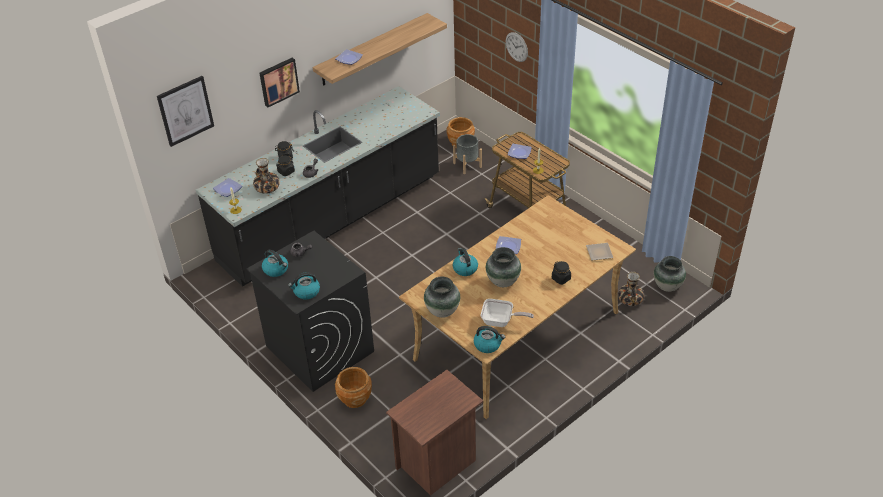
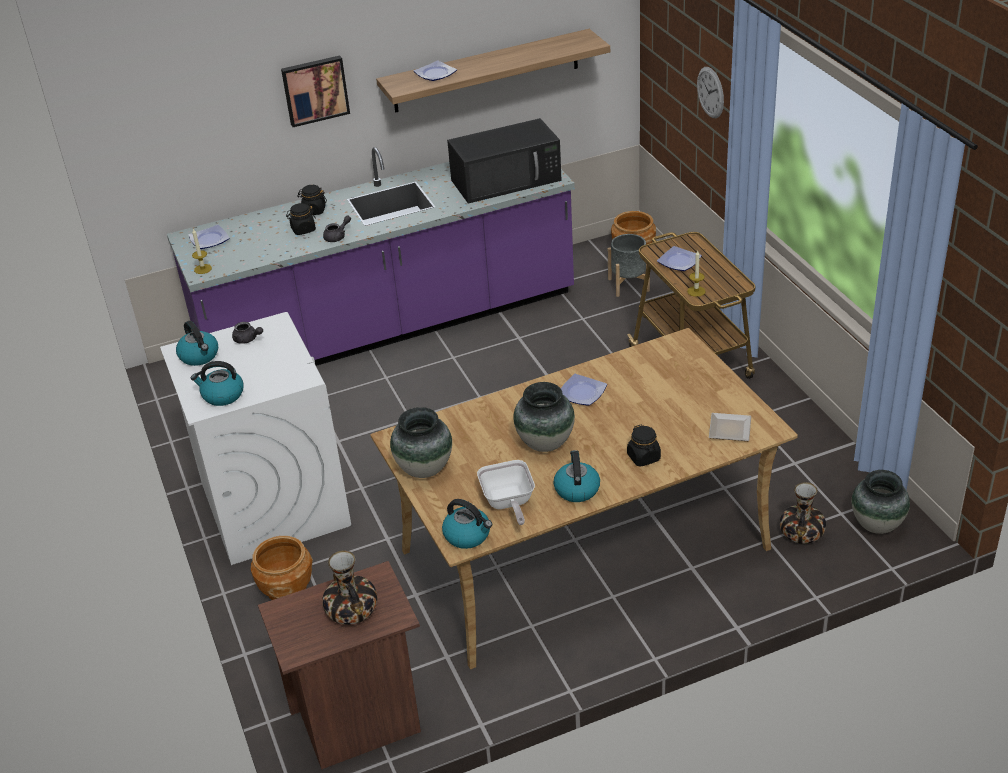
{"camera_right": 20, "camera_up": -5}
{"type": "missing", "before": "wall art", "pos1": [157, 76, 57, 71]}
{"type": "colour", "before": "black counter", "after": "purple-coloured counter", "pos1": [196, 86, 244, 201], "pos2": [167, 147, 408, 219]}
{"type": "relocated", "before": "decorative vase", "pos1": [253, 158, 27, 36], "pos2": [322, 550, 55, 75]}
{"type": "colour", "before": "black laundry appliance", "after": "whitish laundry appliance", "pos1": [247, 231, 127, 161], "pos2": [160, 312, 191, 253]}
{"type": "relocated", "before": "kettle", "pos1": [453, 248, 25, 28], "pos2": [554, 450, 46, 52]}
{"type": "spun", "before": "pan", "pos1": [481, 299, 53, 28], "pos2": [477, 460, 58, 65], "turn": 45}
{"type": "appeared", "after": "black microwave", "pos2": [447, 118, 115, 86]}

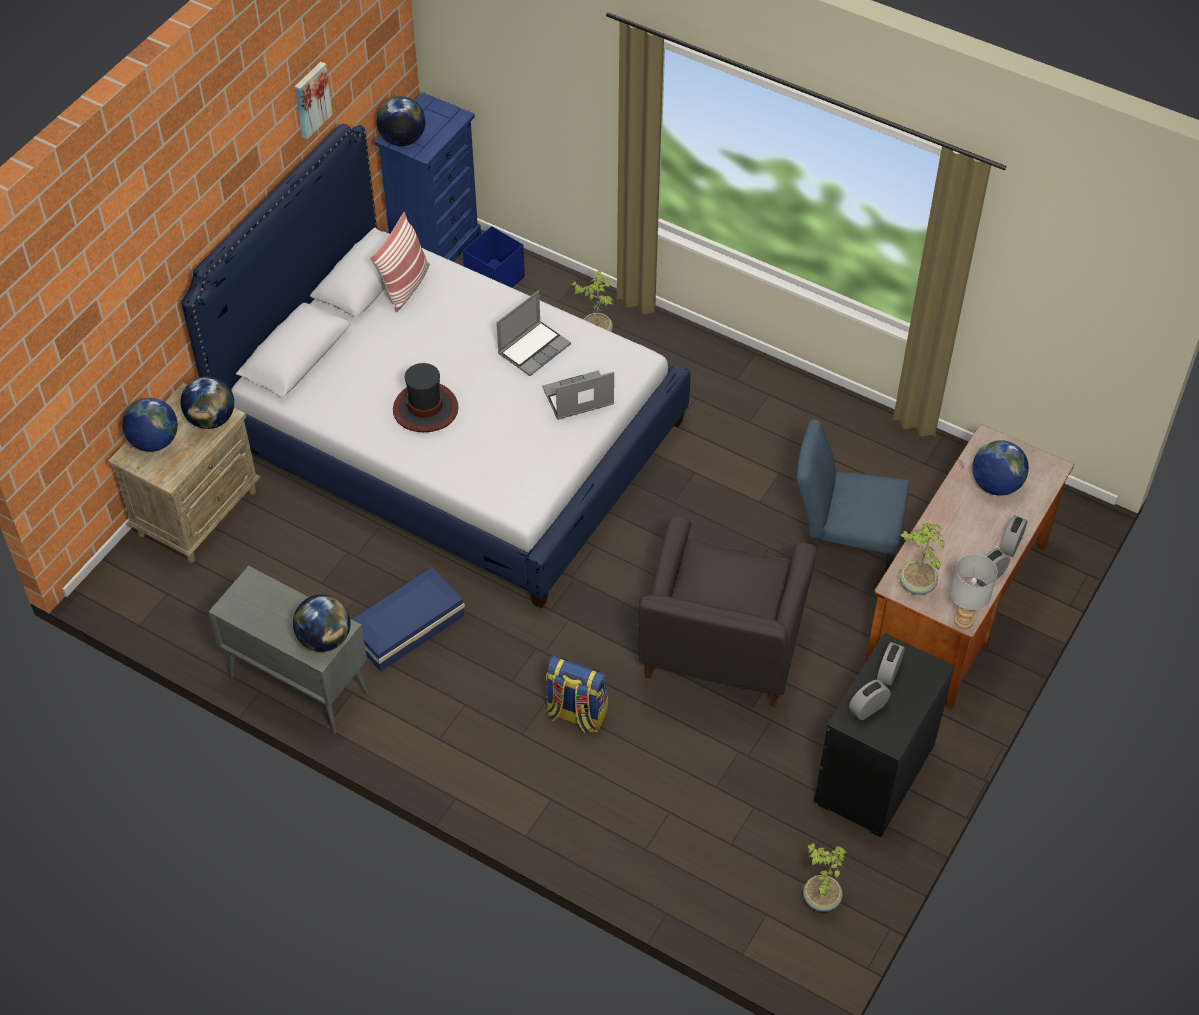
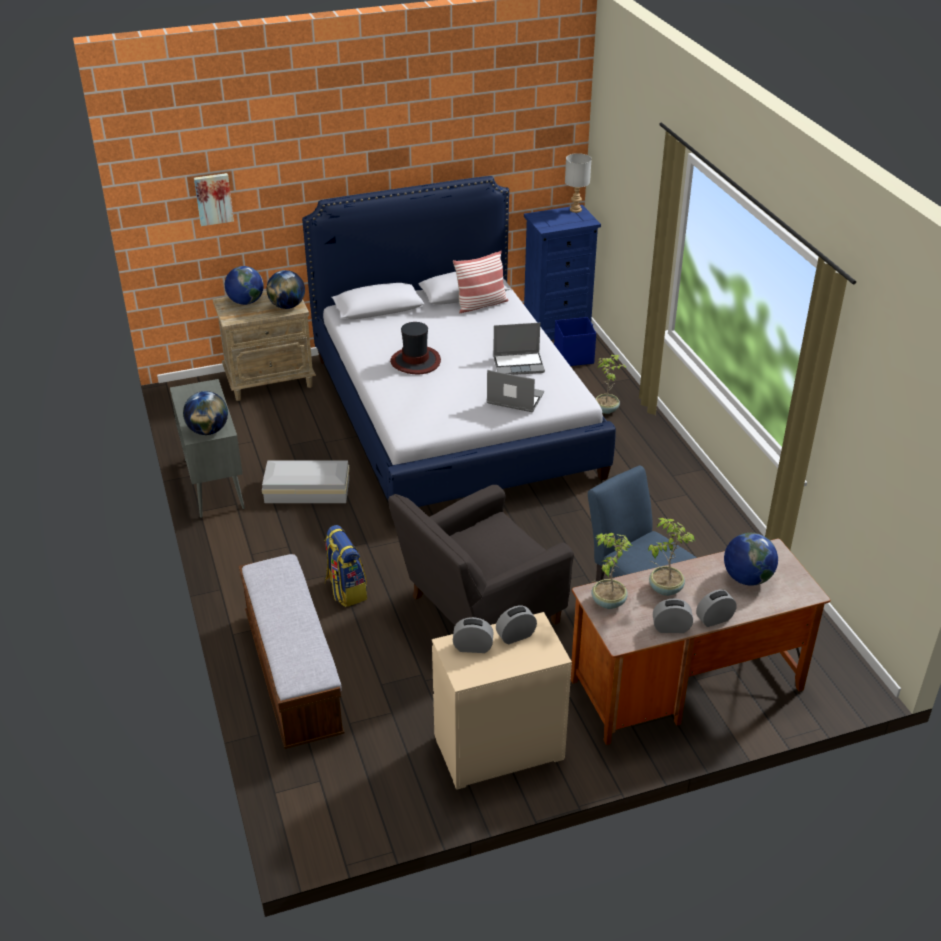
{"camera_right": 40, "camera_up": -15}
{"type": "relocated", "before": "wall art", "pos1": [295, 62, 38, 77], "pos2": [194, 173, 40, 53]}
{"type": "missing", "before": "world globe", "pos1": [376, 96, 49, 50]}
{"type": "relocated", "before": "greyish lamp for a table", "pos1": [950, 554, 47, 75], "pos2": [565, 153, 27, 60]}
{"type": "colour", "before": "blue storage container", "after": "whitish storage container", "pos1": [352, 567, 113, 105], "pos2": [262, 460, 88, 43]}
{"type": "colour", "before": "black chest of drawers", "after": "beige-coloured chest of drawers", "pos1": [814, 633, 141, 204], "pos2": [432, 612, 140, 178]}
{"type": "relocated", "before": "plant in a pot", "pos1": [803, 842, 44, 70], "pos2": [648, 518, 48, 78]}
{"type": "appeared", "after": "indoor bench", "pos2": [239, 554, 106, 195]}

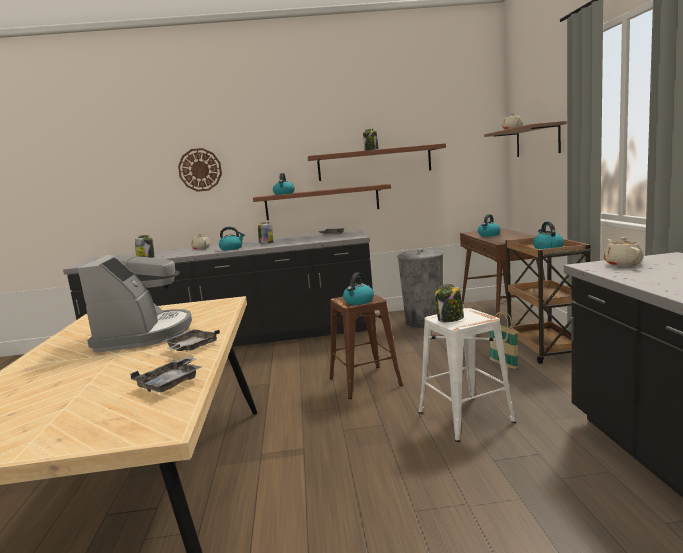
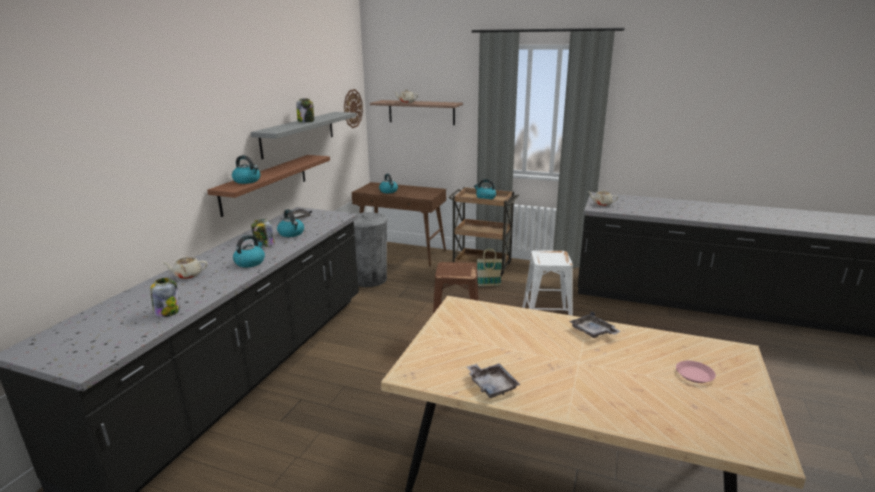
{"camera_right": -65, "camera_up": 10}
{"type": "colour", "before": "brown-coloured bracket shelf", "after": "greyish bracket shelf", "pos1": [308, 143, 138, 38], "pos2": [250, 112, 106, 47]}
{"type": "relocated", "before": "wall clock", "pos1": [178, 148, 44, 44], "pos2": [344, 89, 19, 39]}
{"type": "missing", "before": "coffee maker", "pos1": [78, 255, 114, 98]}
{"type": "relocated", "before": "kettle", "pos1": [343, 273, 31, 32], "pos2": [277, 209, 27, 28]}
{"type": "missing", "before": "storage jar", "pos1": [435, 284, 29, 38]}
{"type": "relocated", "before": "greyish tray", "pos1": [130, 356, 71, 36], "pos2": [467, 363, 54, 35]}
{"type": "appeared", "after": "pink-coloured plate", "pos2": [676, 361, 40, 22]}

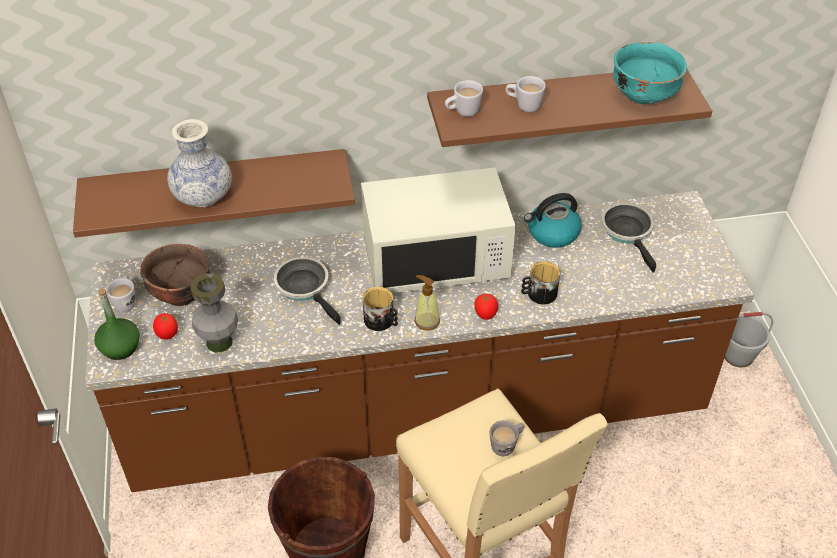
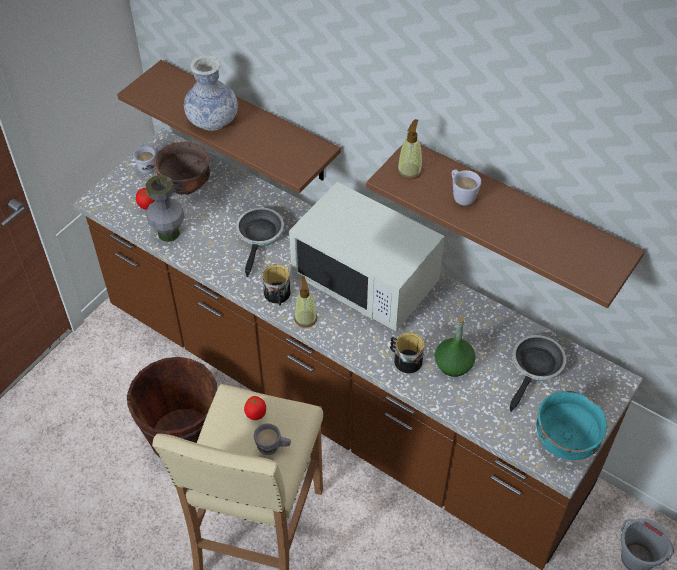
{"camera_right": 45, "camera_up": 5}
{"type": "relocated", "before": "turquoise-coloured serving bowl", "pos1": [613, 42, 74, 62], "pos2": [537, 391, 70, 69]}
{"type": "exchanged", "before": "whitish coffee mug", "after": "soap bottle", "pos1": [445, 80, 38, 37], "pos2": [397, 119, 25, 61]}
{"type": "missing", "before": "kettle", "pos1": [524, 193, 58, 55]}
{"type": "relocated", "before": "greenish bottle", "pos1": [94, 288, 46, 72], "pos2": [435, 316, 41, 61]}
{"type": "relocated", "before": "whole tomato", "pos1": [474, 294, 24, 26], "pos2": [244, 396, 22, 24]}

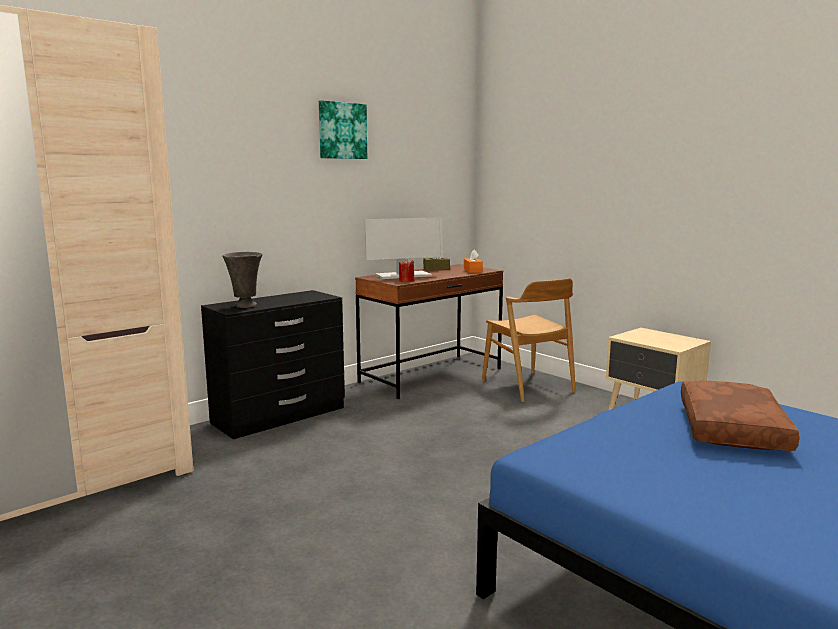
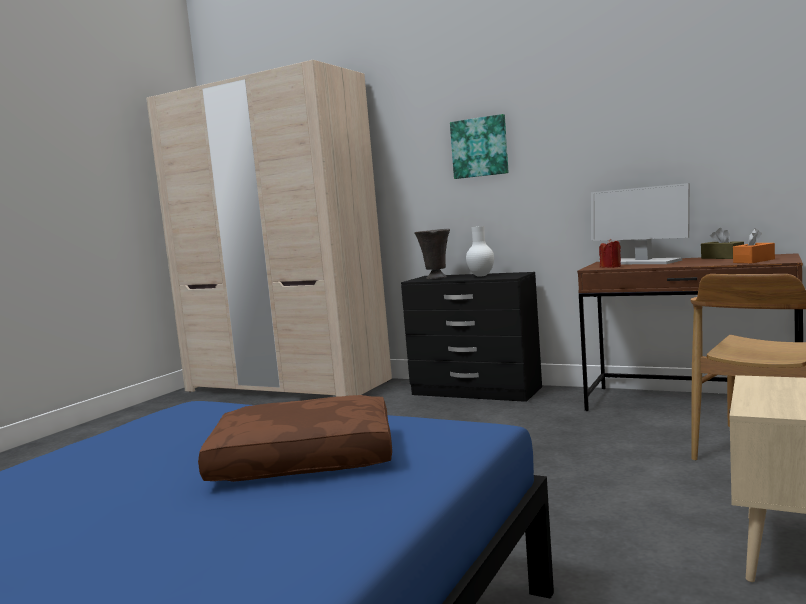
{"camera_right": 70, "camera_up": -5}
{"type": "relocated", "before": "wall art", "pos1": [319, 100, 48, 59], "pos2": [450, 114, 59, 65]}
{"type": "appeared", "after": "whitish decorative vase", "pos2": [466, 226, 28, 51]}

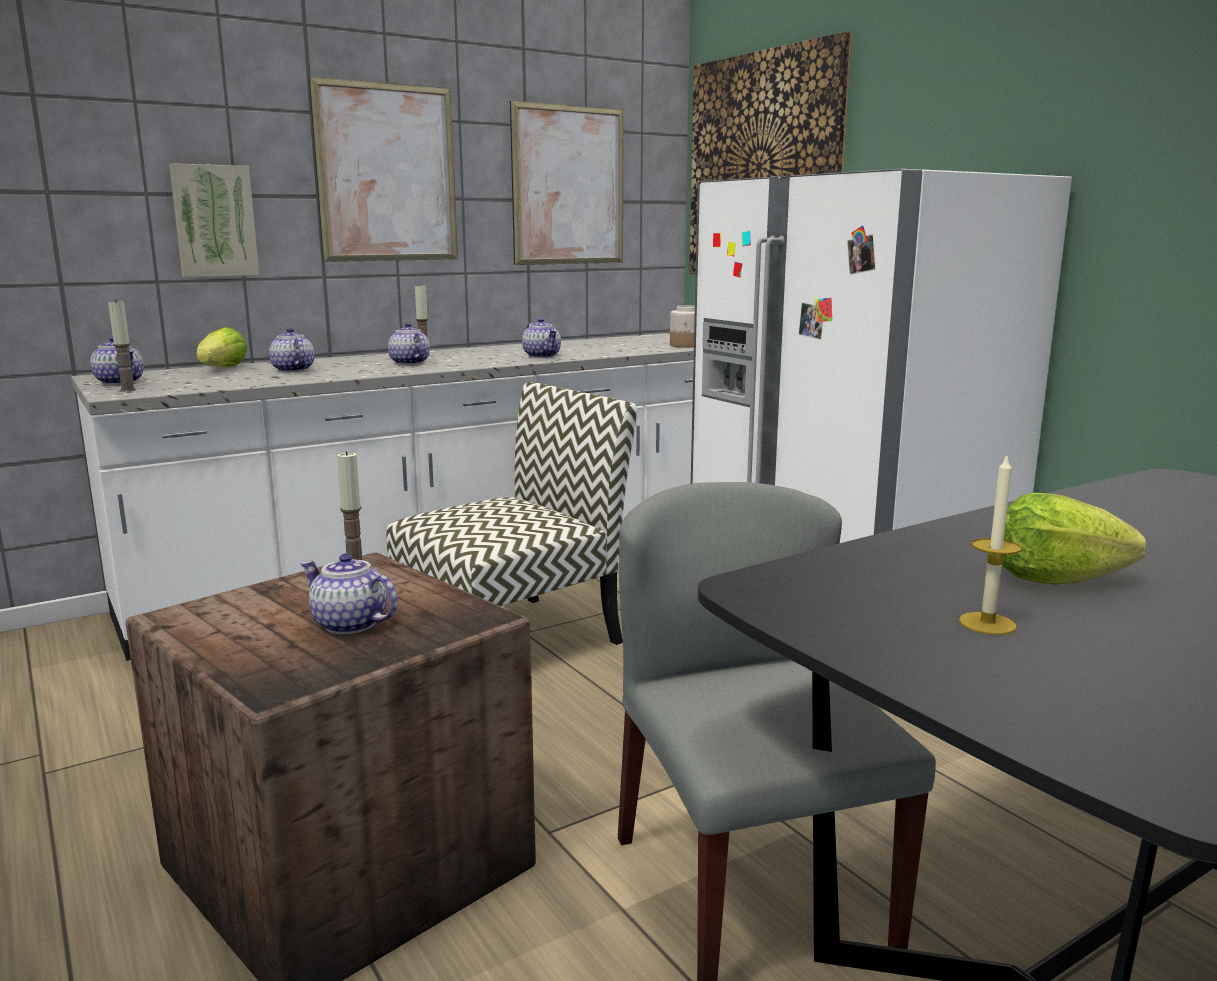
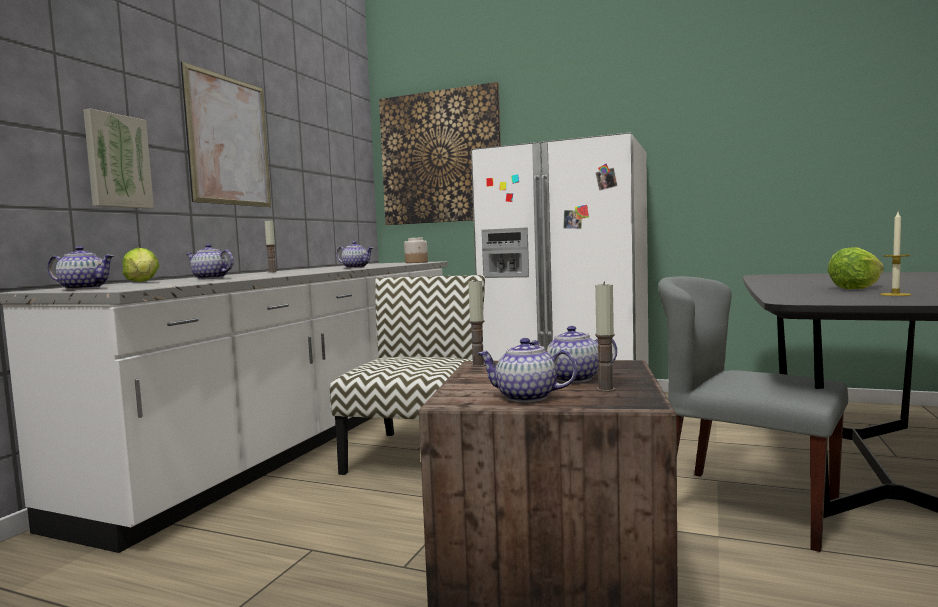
{"camera_right": -35, "camera_up": -10}
{"type": "missing", "before": "wall art", "pos1": [510, 101, 114, 164]}
{"type": "relocated", "before": "wax candle", "pos1": [108, 301, 28, 91], "pos2": [595, 281, 20, 111]}
{"type": "relocated", "before": "teapot", "pos1": [388, 323, 42, 42], "pos2": [477, 338, 100, 64]}

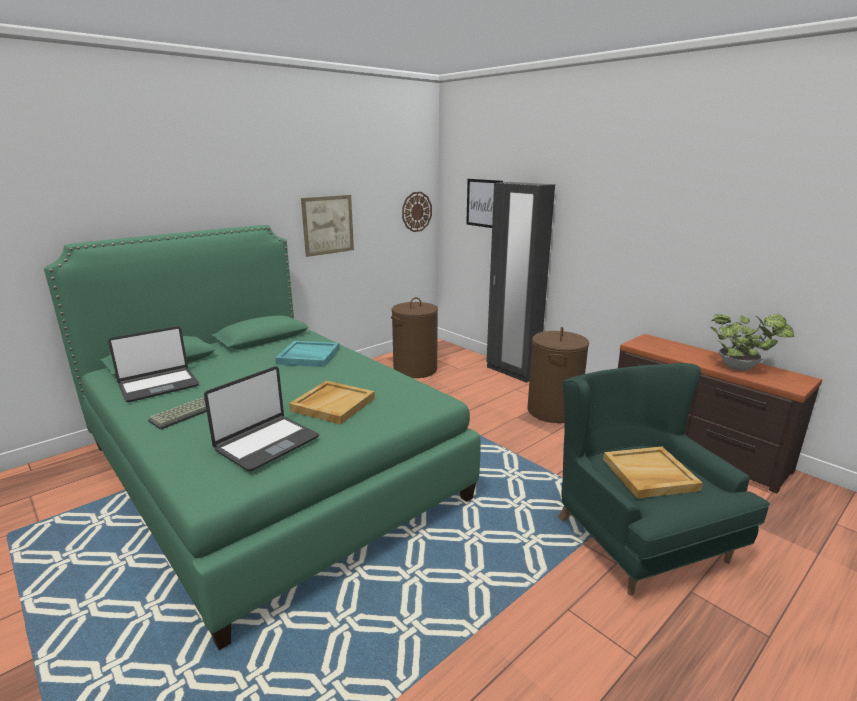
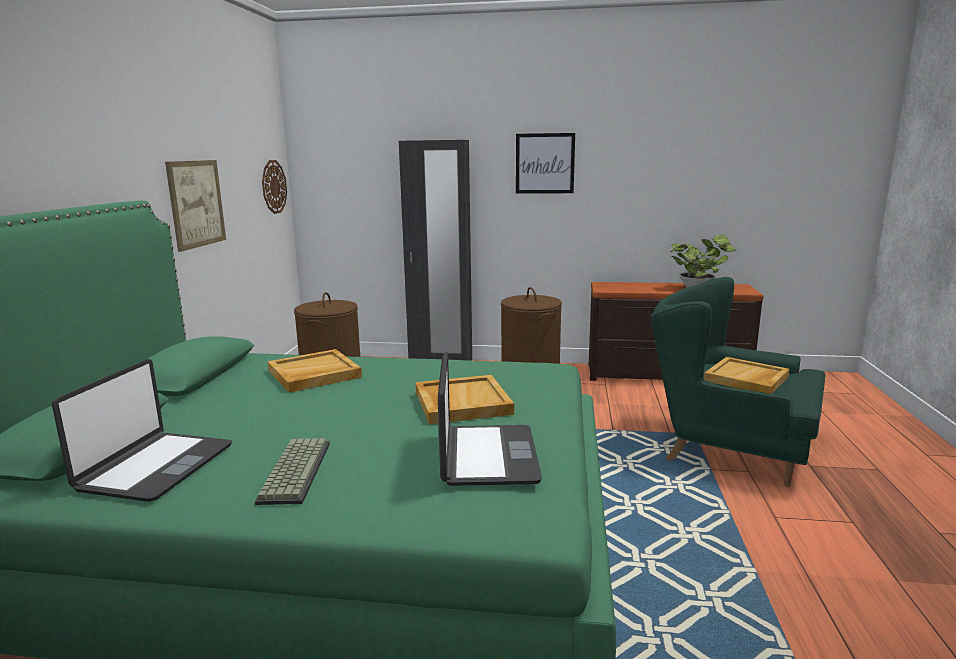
{"camera_right": -40, "camera_up": -5}
{"type": "relocated", "before": "wall art", "pos1": [466, 179, 37, 49], "pos2": [516, 133, 59, 60]}
{"type": "colour", "before": "turquoise-coloured tray", "after": "beige-coloured tray", "pos1": [275, 341, 65, 26], "pos2": [268, 349, 94, 44]}

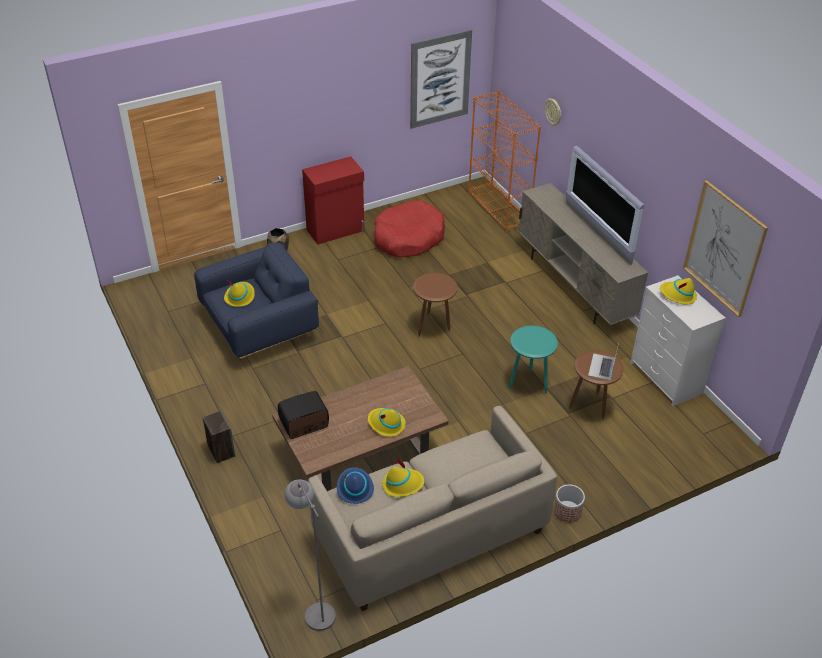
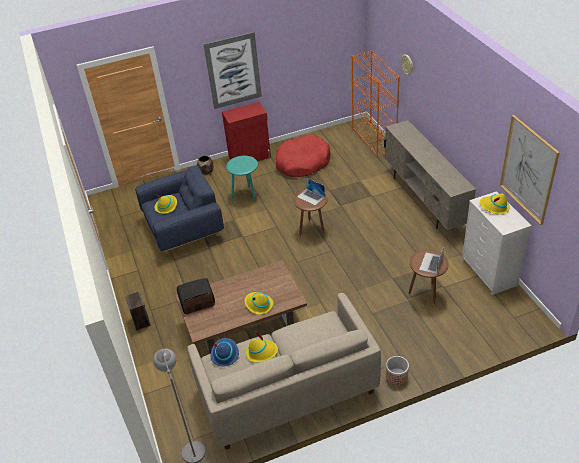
{"camera_right": 10, "camera_up": 0}
{"type": "relocated", "before": "wall art", "pos1": [410, 30, 62, 99], "pos2": [203, 32, 59, 77]}
{"type": "missing", "before": "TV", "pos1": [566, 146, 78, 119]}
{"type": "relocated", "before": "turquoise-coloured side table", "pos1": [509, 326, 49, 68], "pos2": [226, 156, 32, 46]}
{"type": "appeared", "after": "laptop", "pos2": [297, 178, 28, 27]}

